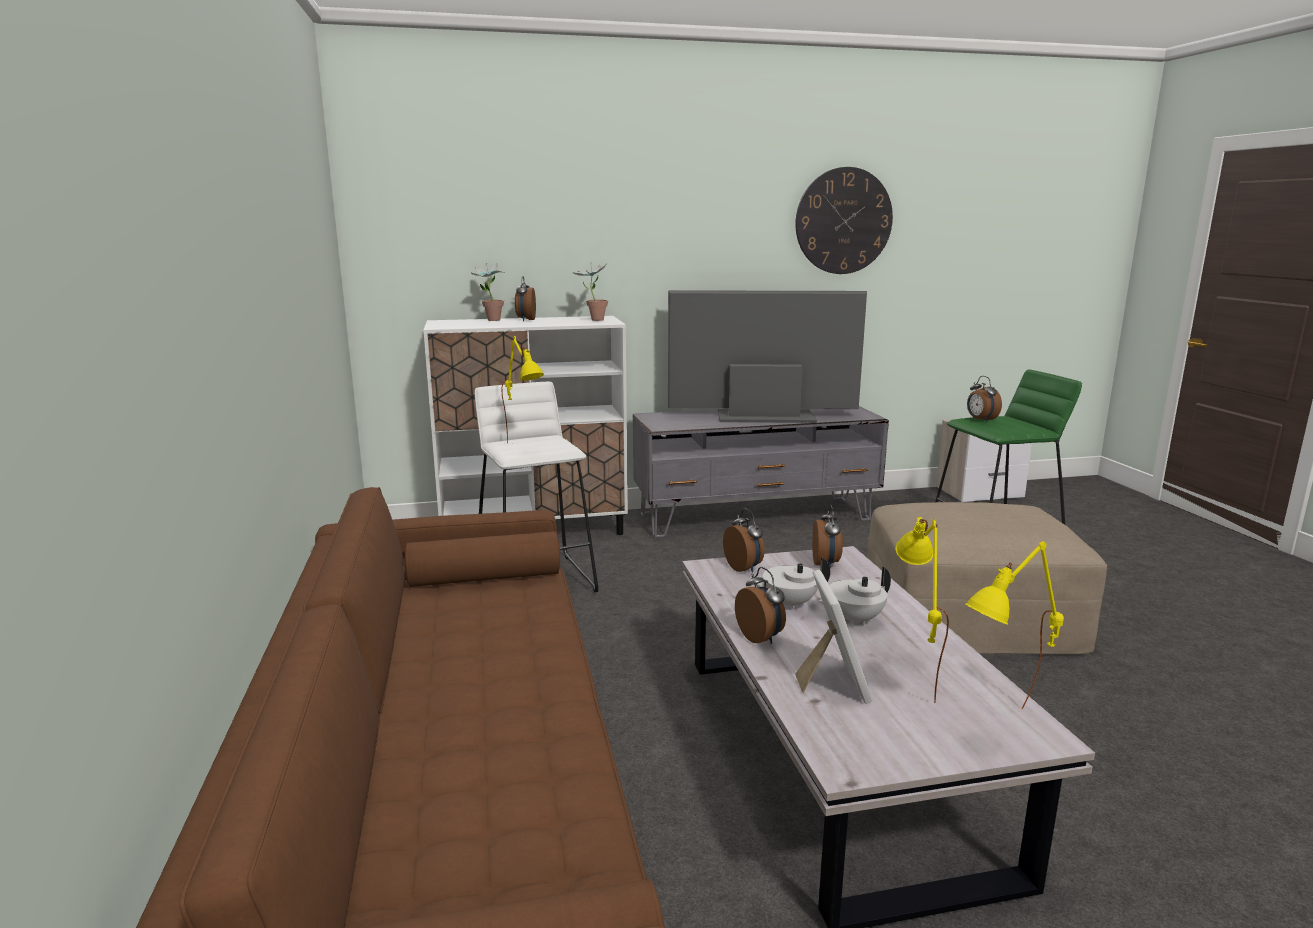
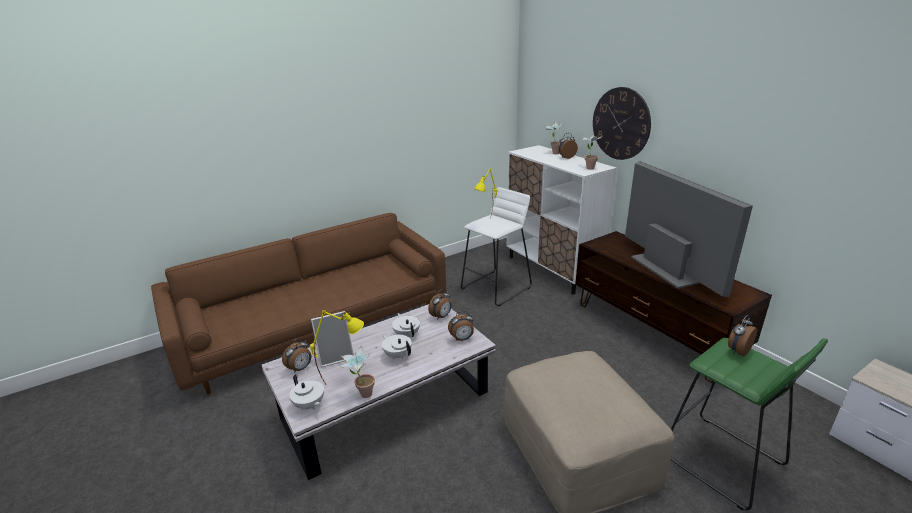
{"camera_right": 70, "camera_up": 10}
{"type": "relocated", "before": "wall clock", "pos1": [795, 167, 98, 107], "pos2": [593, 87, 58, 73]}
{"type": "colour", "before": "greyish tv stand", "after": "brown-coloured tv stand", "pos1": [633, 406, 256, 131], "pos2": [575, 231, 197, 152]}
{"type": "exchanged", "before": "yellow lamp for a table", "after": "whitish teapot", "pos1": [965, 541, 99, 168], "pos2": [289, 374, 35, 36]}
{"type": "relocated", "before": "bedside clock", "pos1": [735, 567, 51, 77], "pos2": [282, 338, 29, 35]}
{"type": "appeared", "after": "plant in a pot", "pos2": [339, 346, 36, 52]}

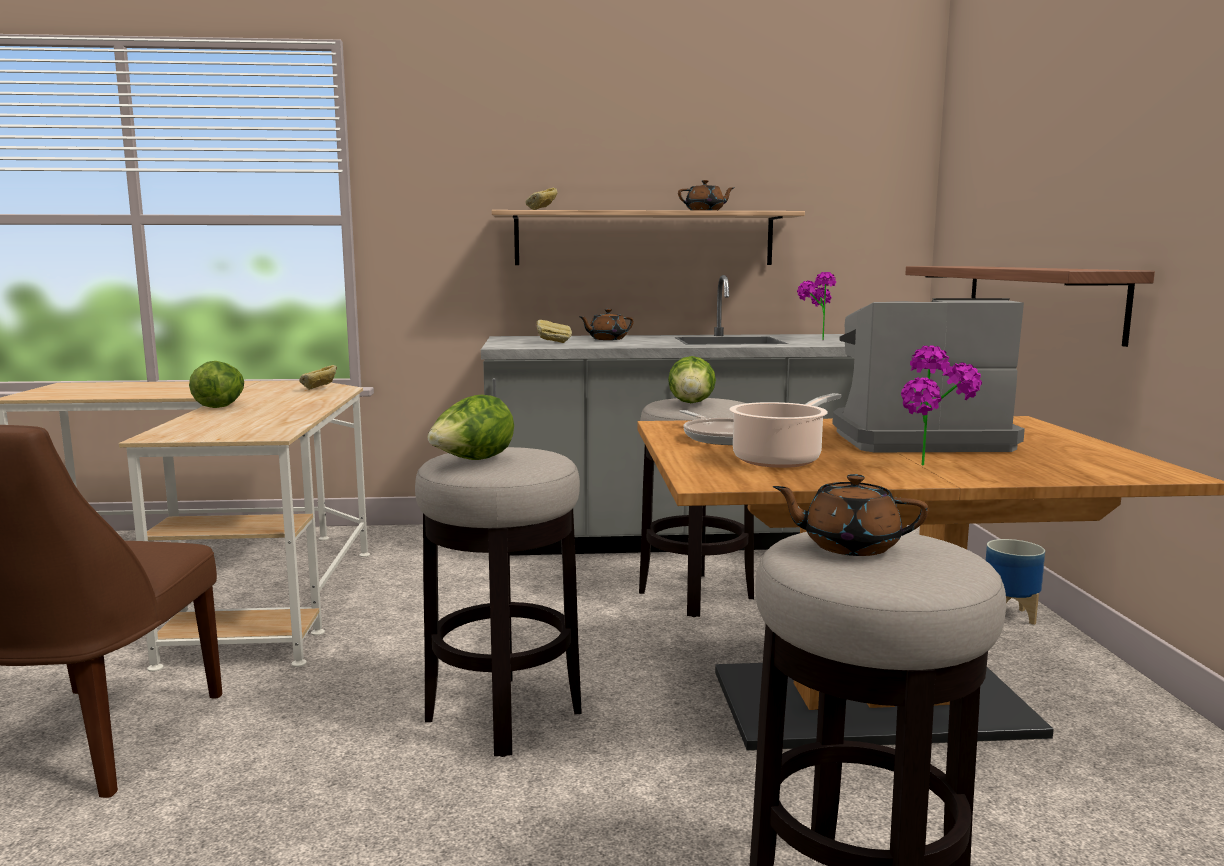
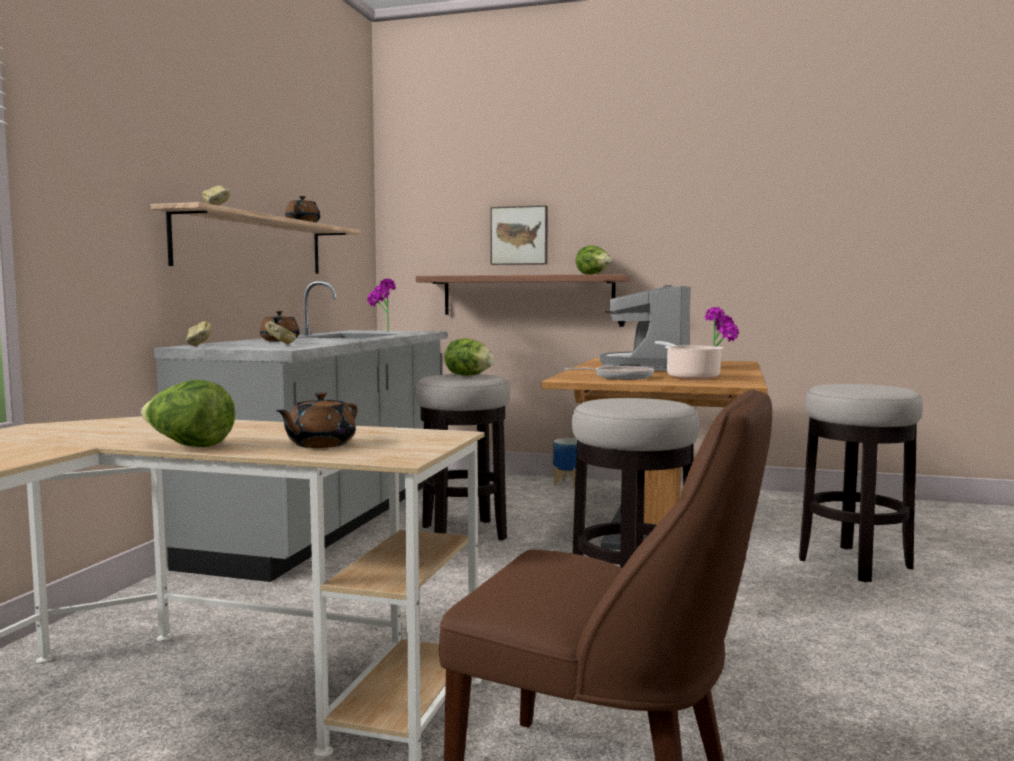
{"camera_right": -70, "camera_up": -5}
{"type": "relocated", "before": "bakery bread", "pos1": [299, 365, 38, 25], "pos2": [186, 321, 26, 25]}
{"type": "relocated", "before": "lettuce head", "pos1": [427, 395, 87, 65], "pos2": [576, 245, 35, 30]}
{"type": "relocated", "before": "brown-coloured teapot", "pos1": [772, 474, 157, 82], "pos2": [276, 392, 81, 56]}
{"type": "appeared", "after": "wall art", "pos2": [490, 205, 58, 60]}

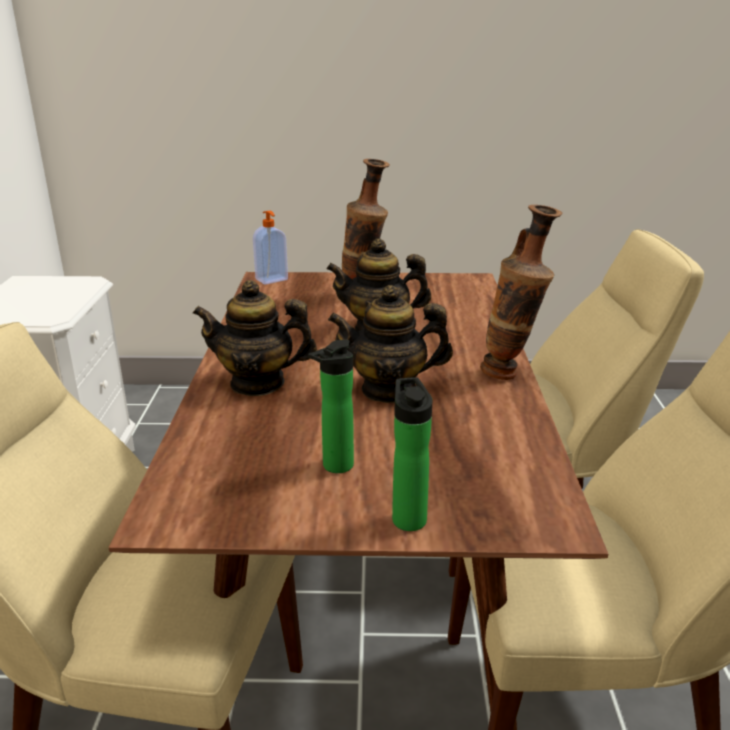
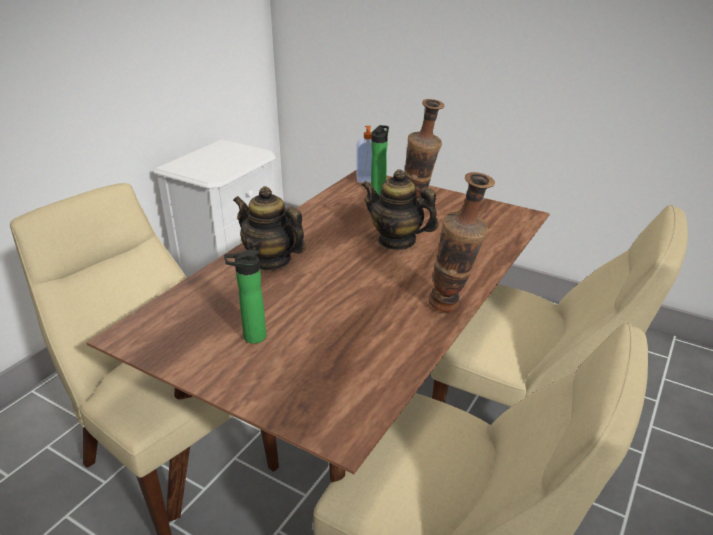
{"camera_right": 30, "camera_up": 5}
{"type": "missing", "before": "teapot", "pos1": [328, 285, 125, 118]}
{"type": "relocated", "before": "bottle", "pos1": [392, 377, 40, 154], "pos2": [371, 125, 18, 70]}

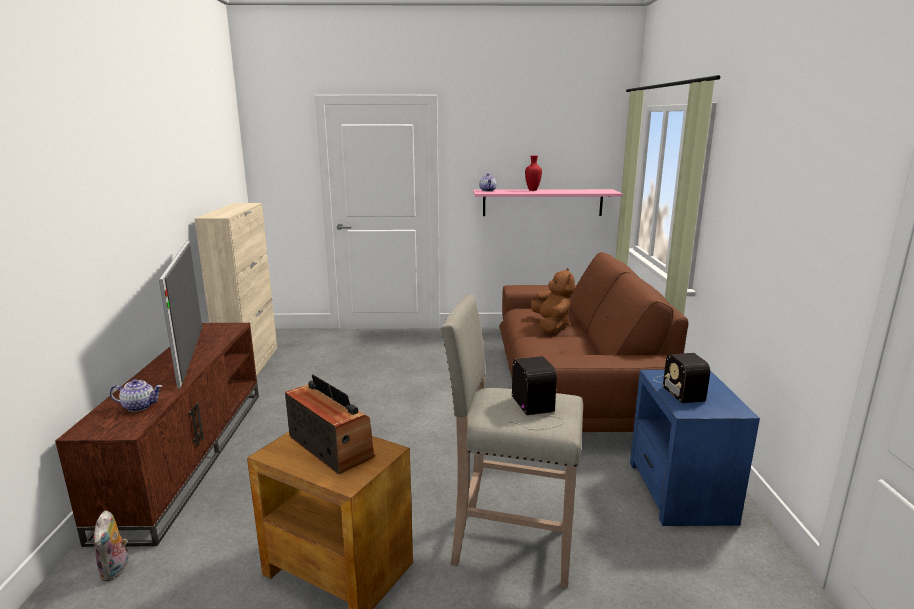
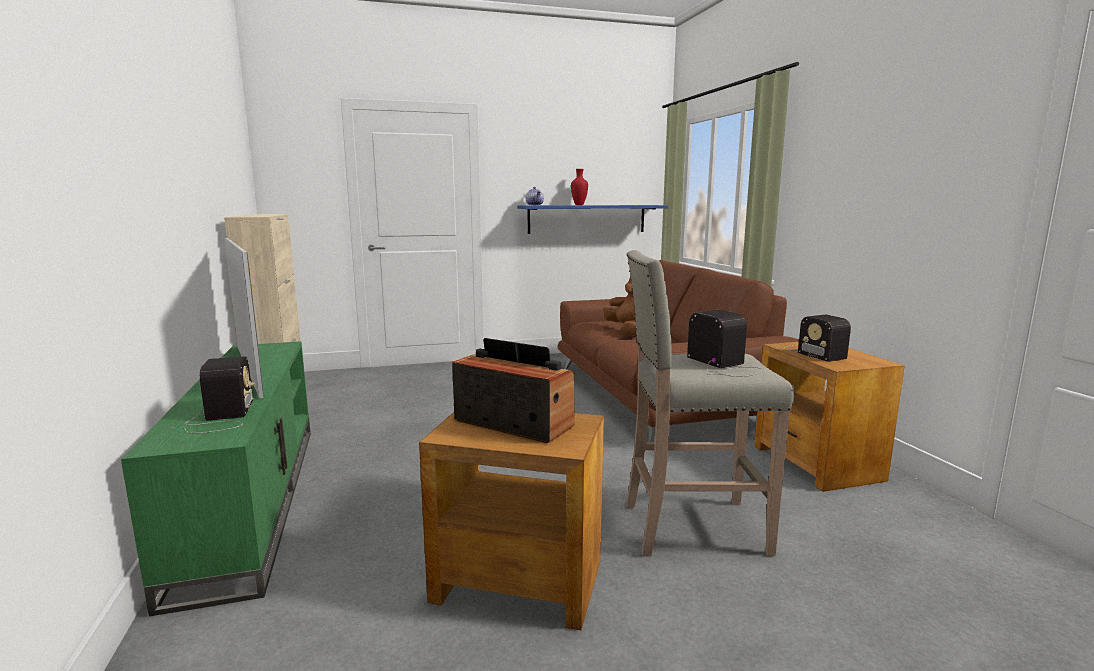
{"camera_right": -15, "camera_up": -5}
{"type": "colour", "before": "pink-coloured bracket shelf", "after": "blue bracket shelf", "pos1": [473, 189, 150, 27], "pos2": [517, 205, 151, 29]}
{"type": "colour", "before": "brown-coloured tv stand", "after": "greenish tv stand", "pos1": [55, 323, 204, 224], "pos2": [121, 341, 190, 276]}
{"type": "colour", "before": "blue side table", "after": "brown-coloured side table", "pos1": [630, 370, 130, 156], "pos2": [754, 342, 151, 150]}
{"type": "exchanged", "before": "teapot", "after": "radio set", "pos1": [110, 379, 52, 33], "pos2": [170, 356, 85, 77]}
{"type": "missing", "before": "plush toy", "pos1": [93, 510, 35, 71]}

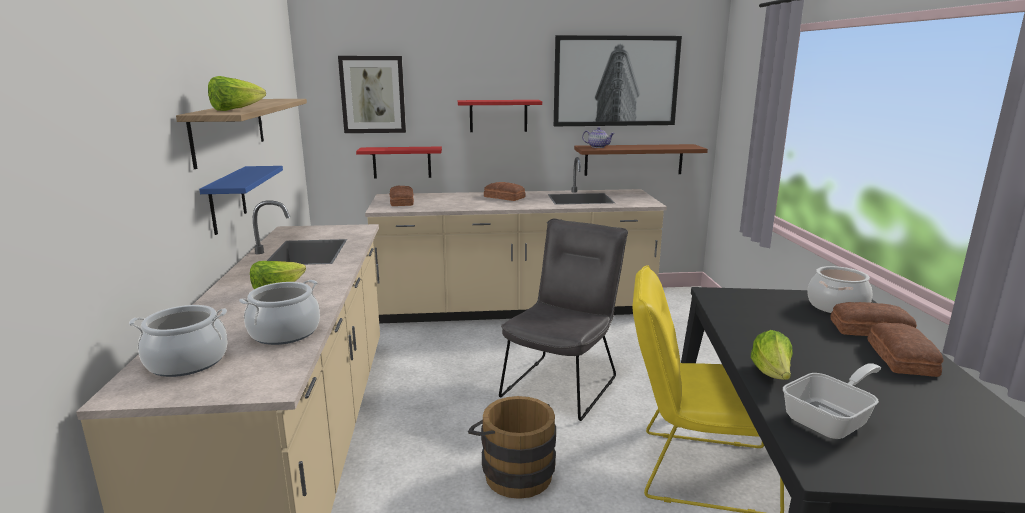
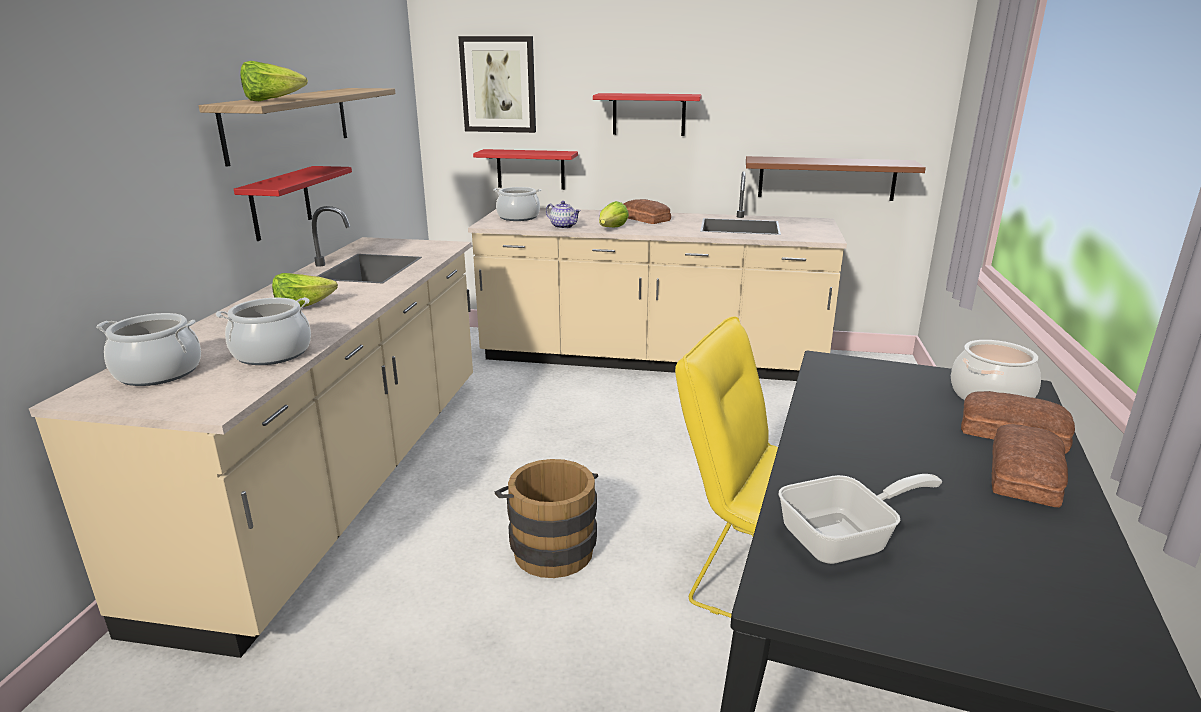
{"camera_right": 15, "camera_up": 5}
{"type": "missing", "before": "wall art", "pos1": [554, 35, 128, 91]}
{"type": "relocated", "before": "teapot", "pos1": [582, 127, 33, 21], "pos2": [546, 201, 35, 28]}
{"type": "colour", "before": "blue bracket shelf", "after": "reddish bracket shelf", "pos1": [199, 166, 84, 69], "pos2": [234, 166, 118, 75]}
{"type": "exchanged", "before": "bakery bread", "after": "cooking pot", "pos1": [389, 185, 25, 21], "pos2": [493, 187, 48, 34]}
{"type": "missing", "before": "greyish plain chair", "pos1": [499, 219, 129, 202]}
{"type": "relocated", "before": "lettuce head", "pos1": [751, 330, 42, 50], "pos2": [599, 201, 30, 26]}

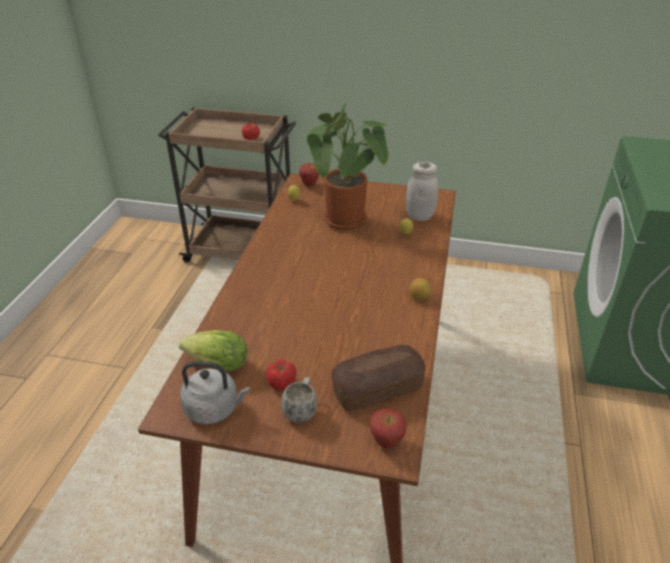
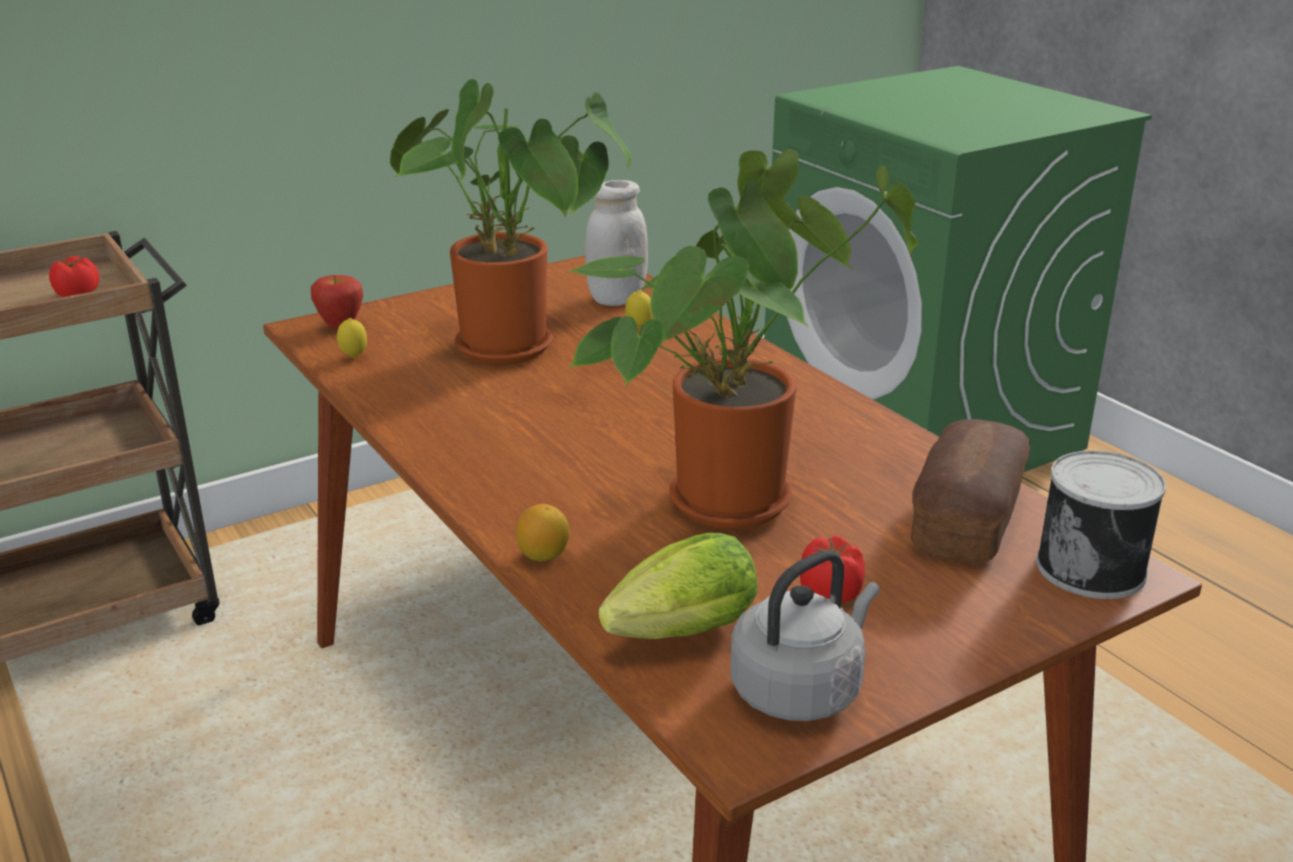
{"camera_right": -45, "camera_up": -10}
{"type": "relocated", "before": "lemon", "pos1": [410, 278, 21, 22], "pos2": [516, 504, 53, 57]}
{"type": "missing", "before": "whitish coffee mug", "pos1": [281, 377, 36, 46]}
{"type": "exchanged", "before": "apple", "after": "can", "pos1": [370, 409, 36, 39], "pos2": [1036, 451, 130, 148]}
{"type": "appeared", "after": "plant in a pot", "pos2": [567, 149, 352, 380]}

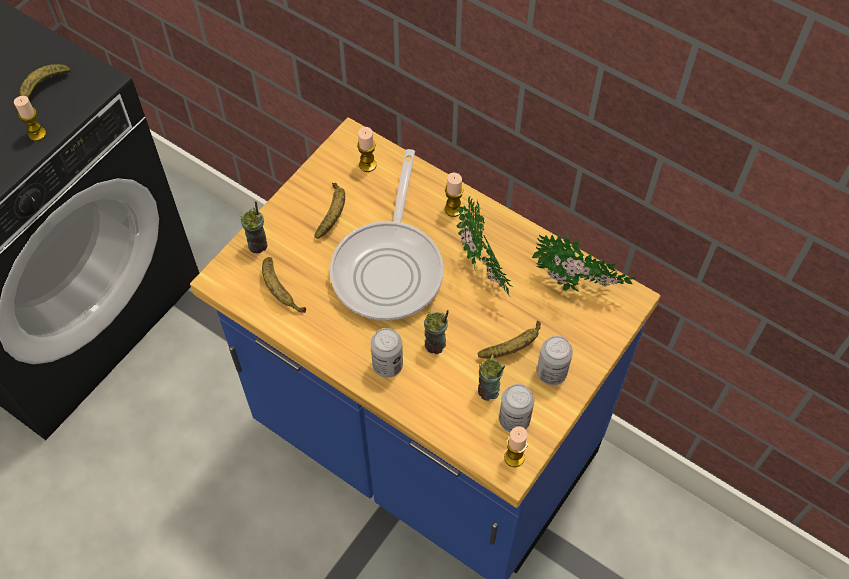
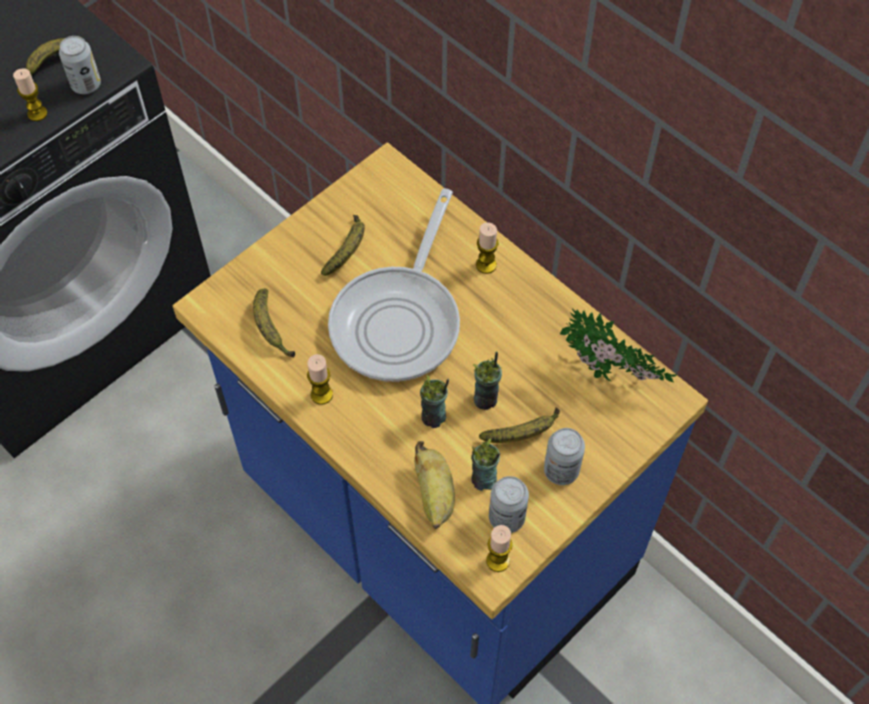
{"camera_right": 10, "camera_up": 0}
{"type": "relocated", "before": "wax candle", "pos1": [357, 127, 20, 45], "pos2": [307, 354, 26, 51]}
{"type": "missing", "before": "plant in a pot", "pos1": [456, 196, 58, 99]}
{"type": "relocated", "before": "drinking cup", "pos1": [239, 201, 29, 53], "pos2": [473, 351, 29, 59]}
{"type": "relocated", "before": "can", "pos1": [371, 328, 32, 50], "pos2": [59, 36, 42, 58]}
{"type": "appeared", "after": "banana", "pos2": [414, 441, 41, 88]}

